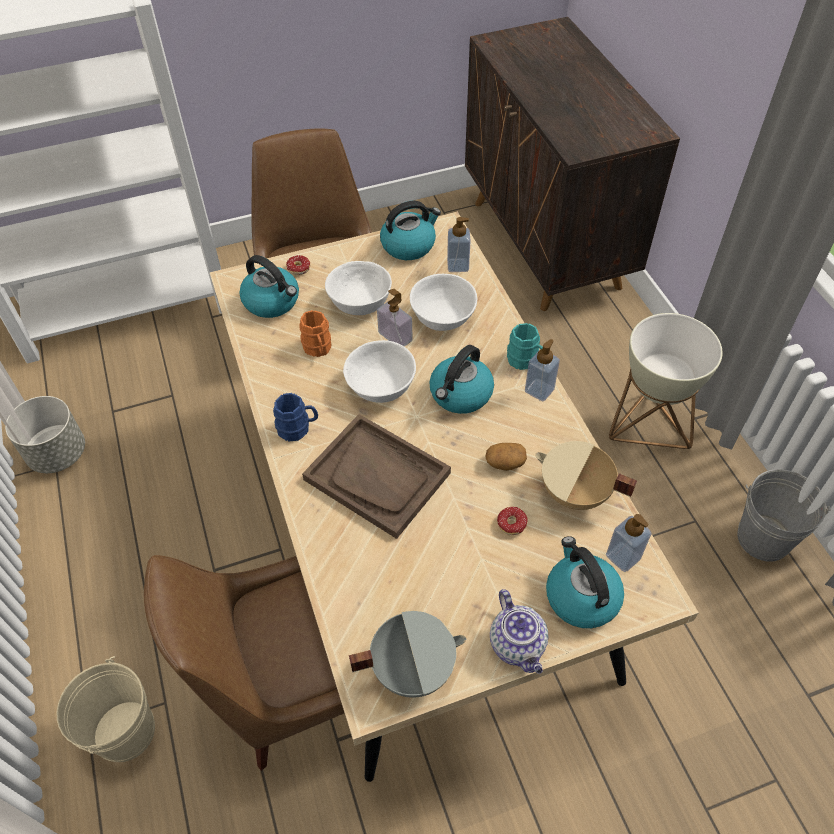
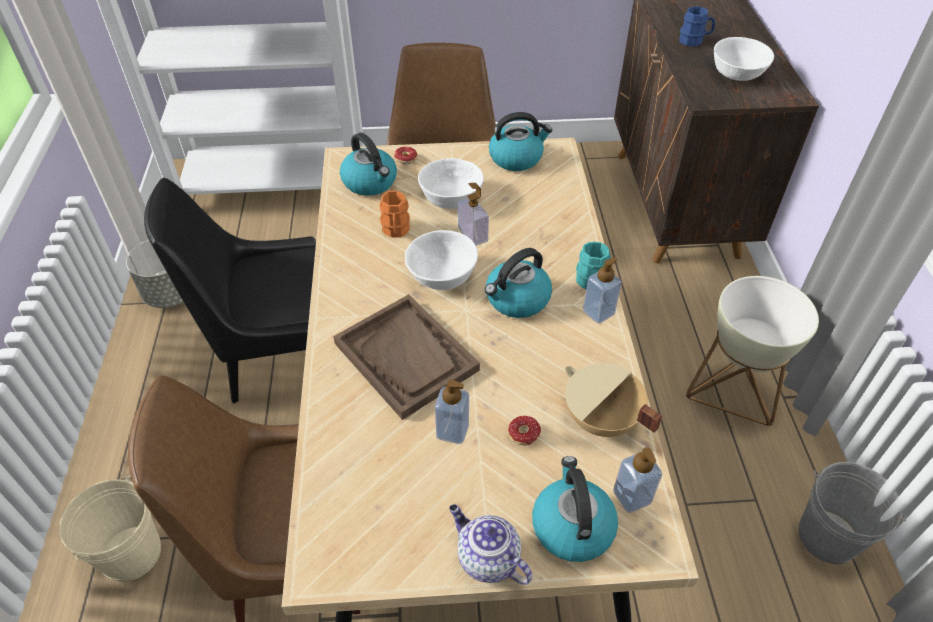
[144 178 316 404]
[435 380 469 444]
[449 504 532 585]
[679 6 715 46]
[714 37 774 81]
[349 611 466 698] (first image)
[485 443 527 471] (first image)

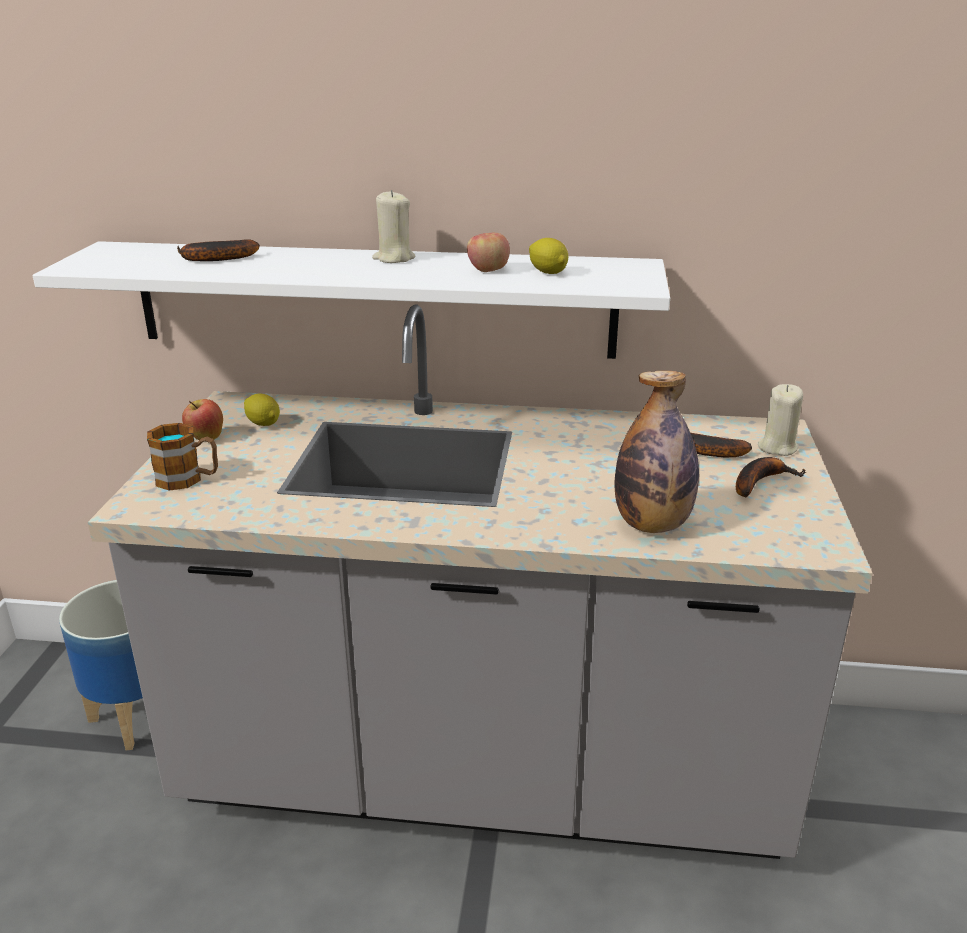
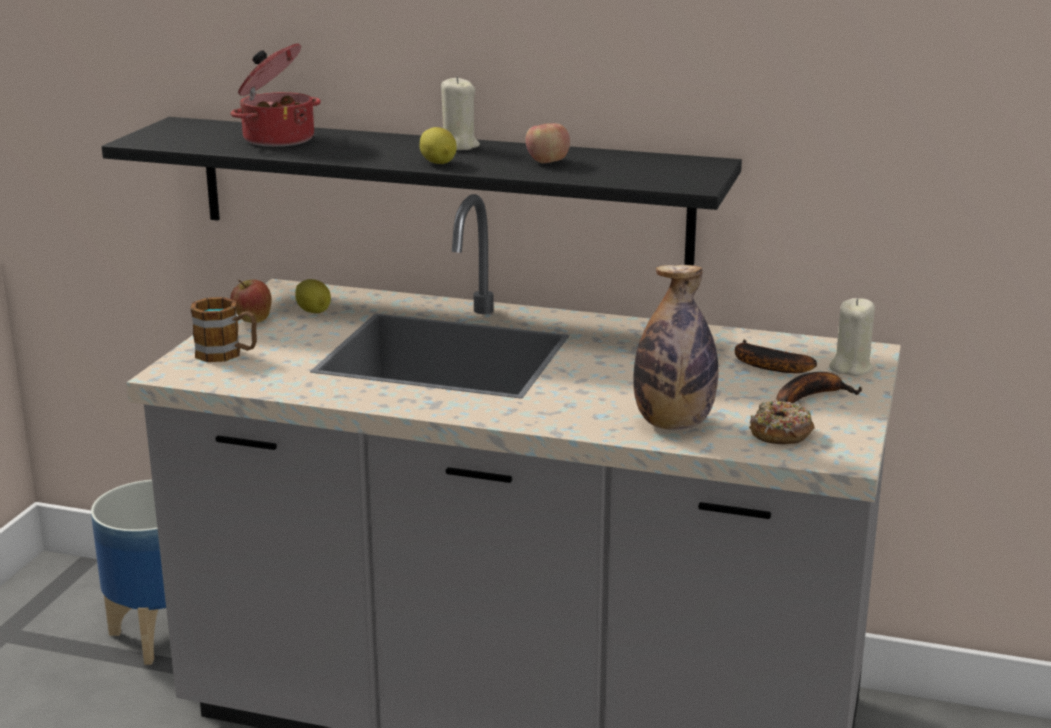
[102 117 742 266]
[231 44 321 147]
[420 127 457 164]
[749 400 815 444]

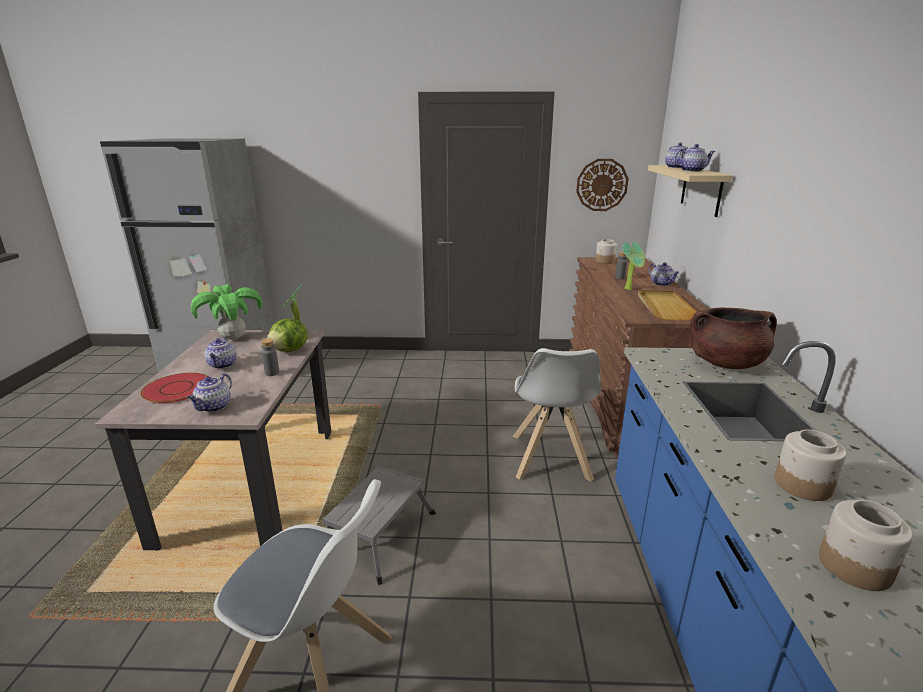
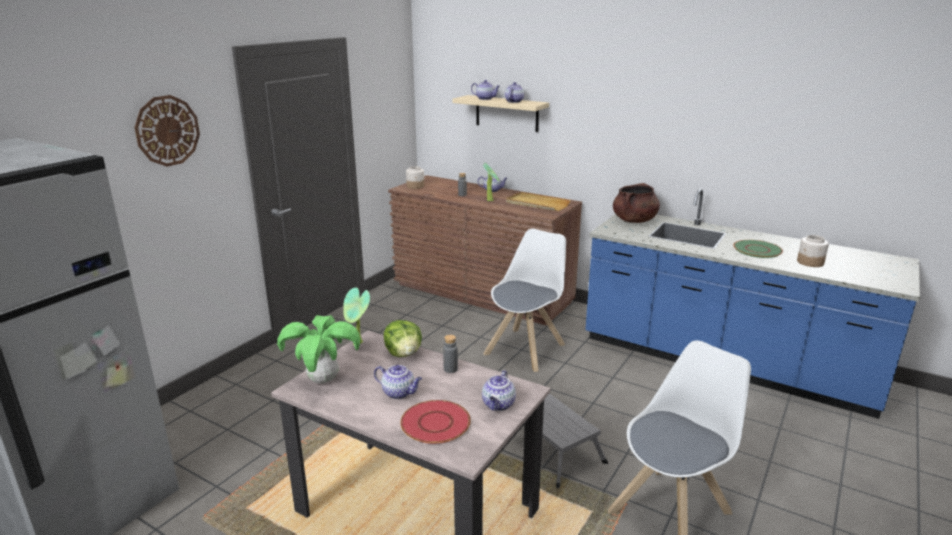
[134 95 200 167]
[482 370 516 411]
[483 229 566 372]
[733 240 783 258]

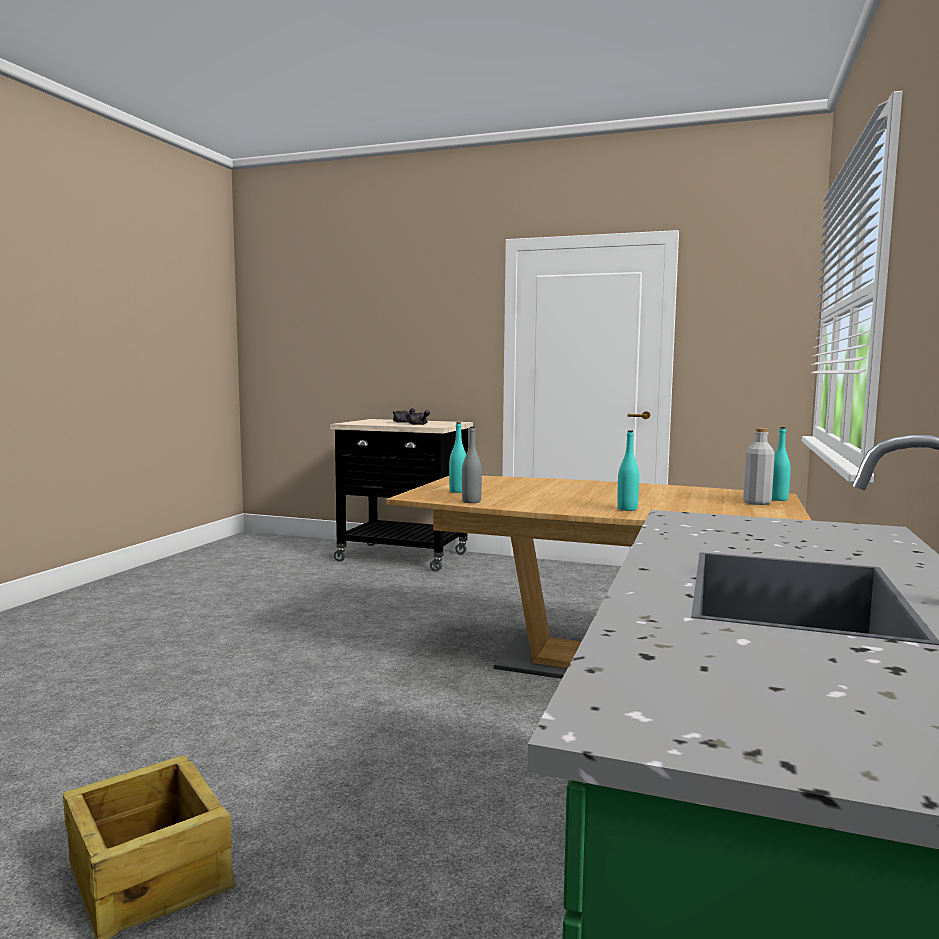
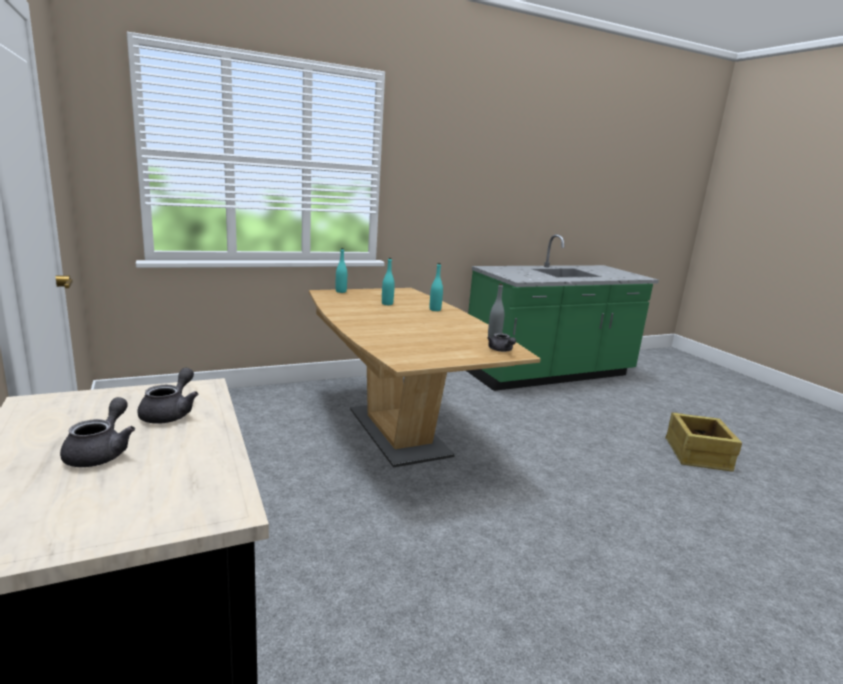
[382 258 395 305]
[487 333 516 352]
[743 428 775 505] (first image)

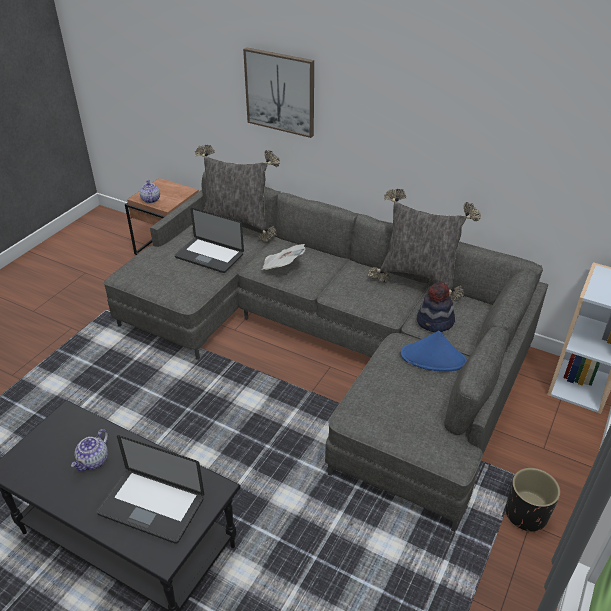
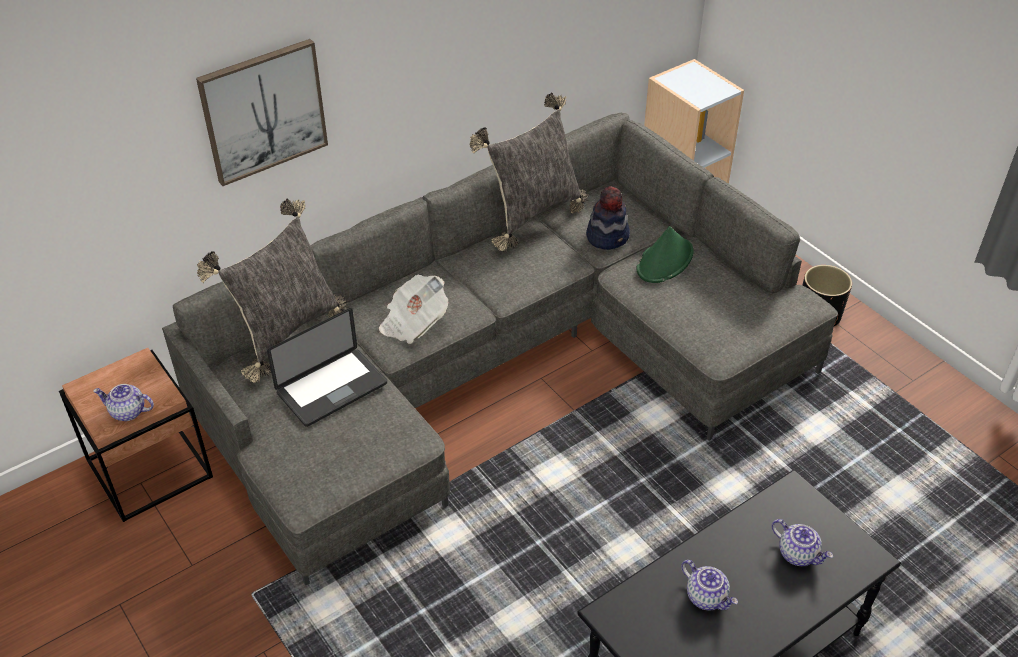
[637 226 694 283]
[772 519 833 566]

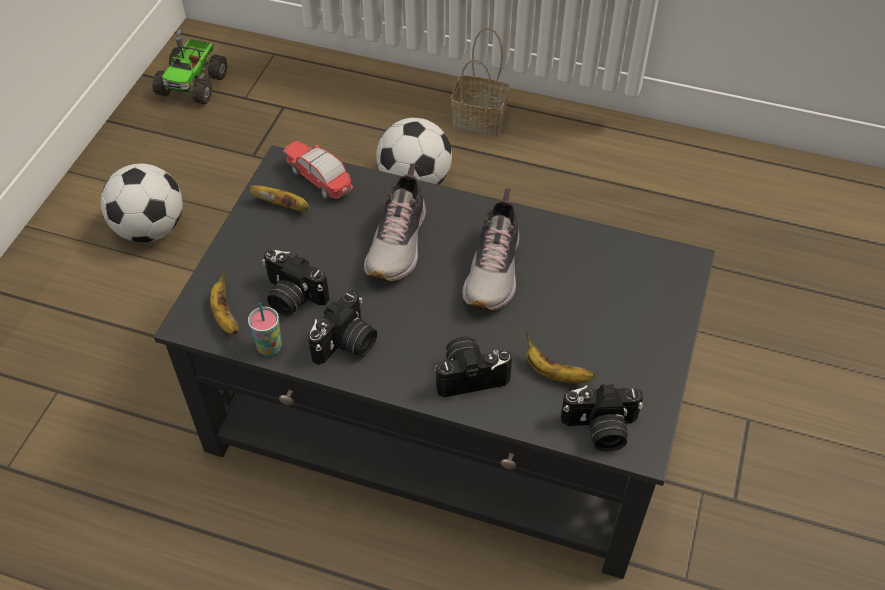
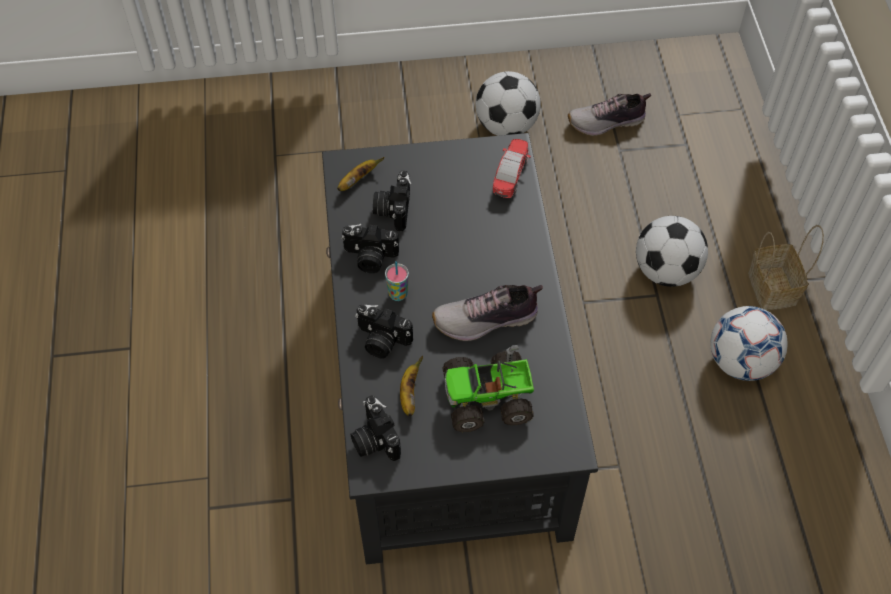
[355 304 413 359]
[385 261 409 301]
[443 345 534 432]
[568 93 651 136]
[710 306 787 381]
[249 185 309 211] (first image)

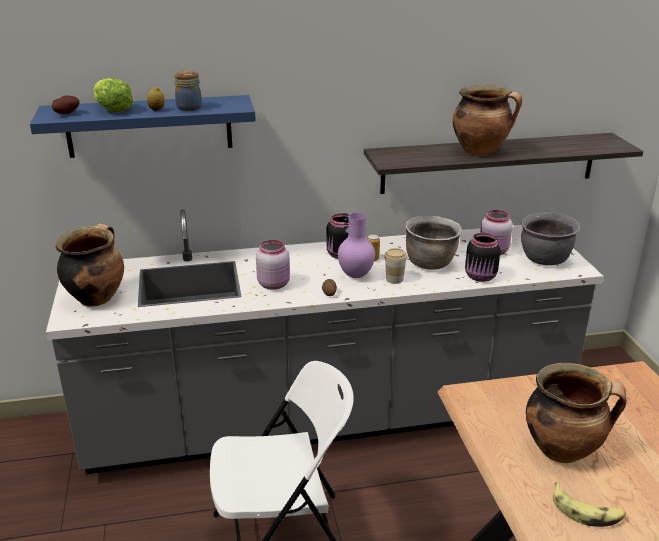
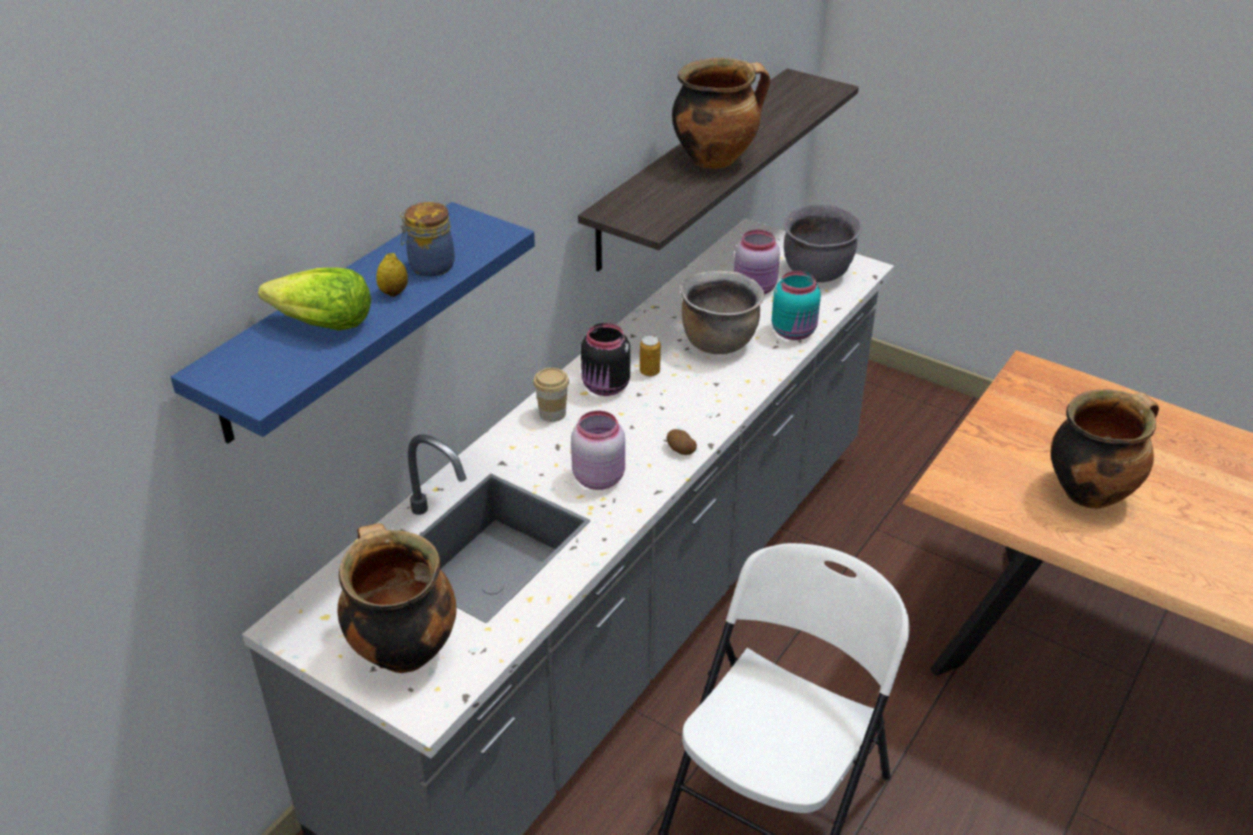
[533 368 569 422]
[772 271 821 340]
[52 96 80 114] (first image)
[338 213 375 278] (first image)
[553 482 626 527] (first image)

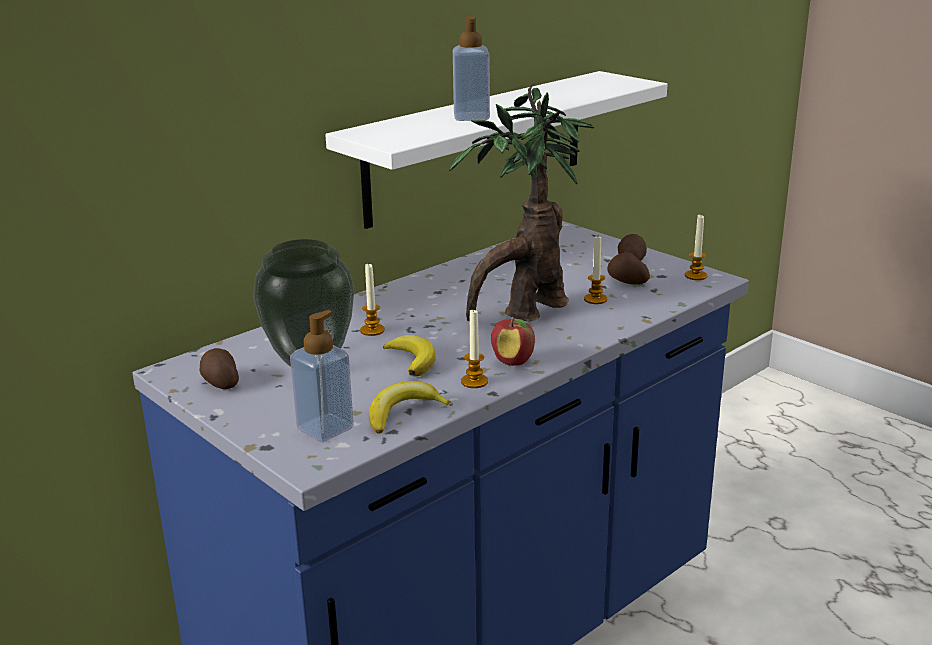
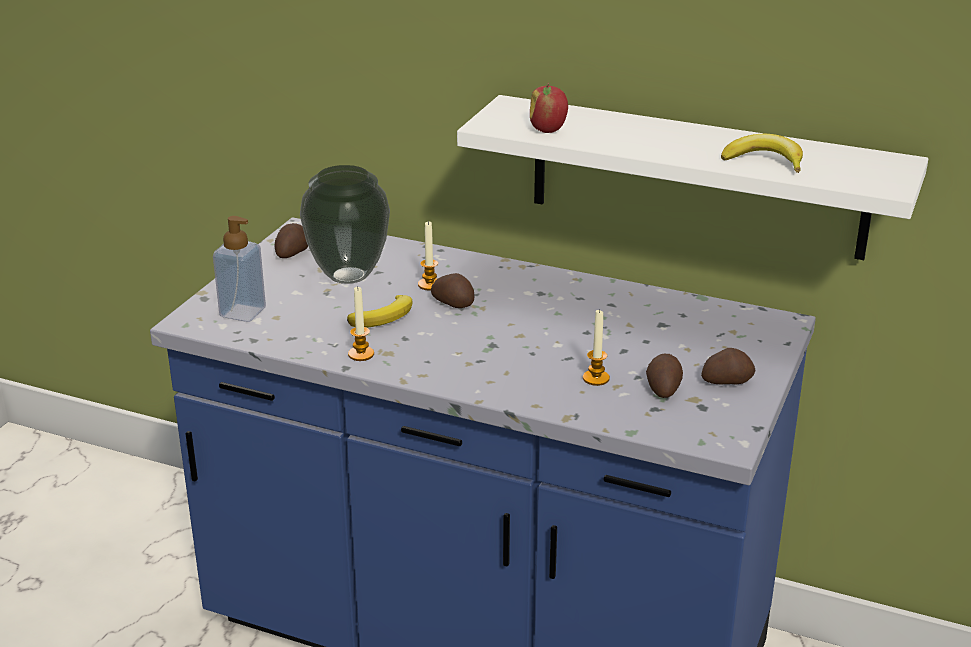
[431 273 474 308]
[530 83 568 133]
[721 134 803 173]
[449 83 594 321] (first image)
[453 16 490 121] (first image)
[685 215 707 280] (first image)

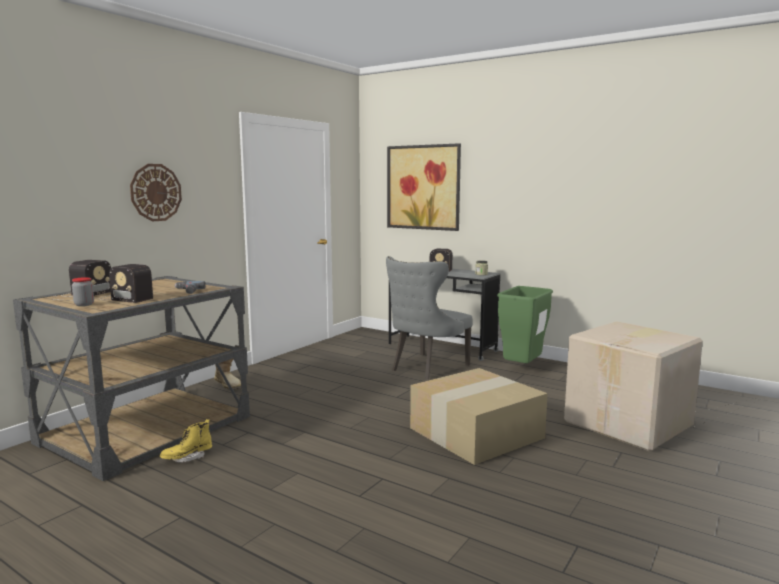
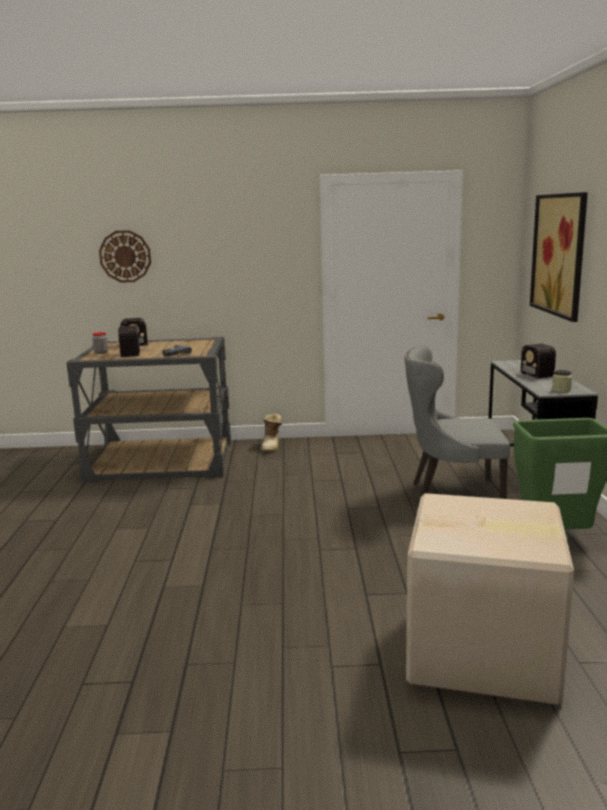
[99 230 151 283]
[160 419 212 463] (first image)
[410 368 548 465] (first image)

